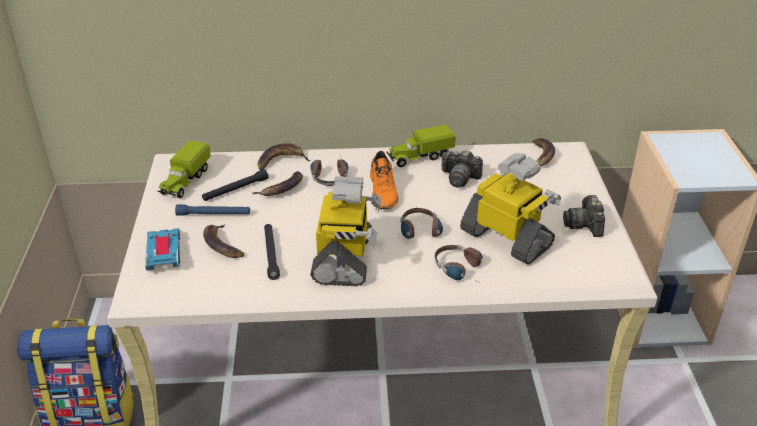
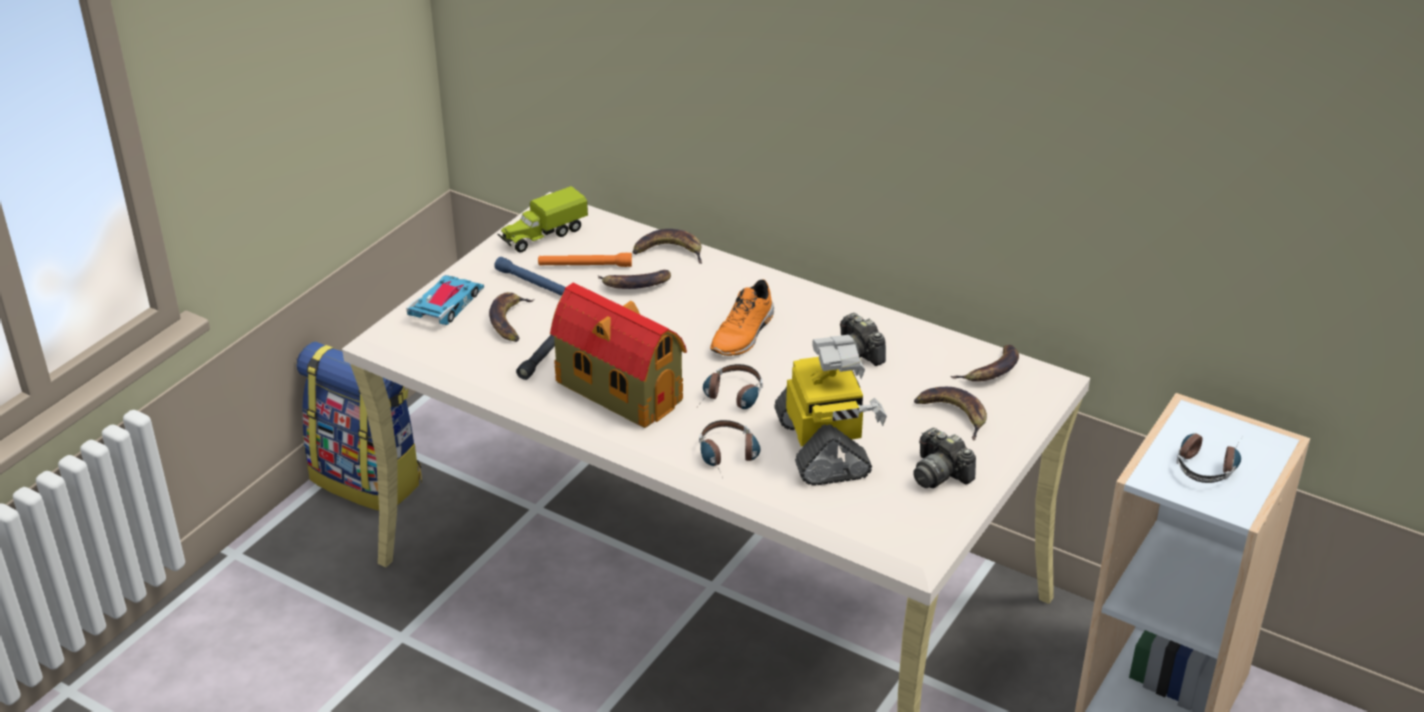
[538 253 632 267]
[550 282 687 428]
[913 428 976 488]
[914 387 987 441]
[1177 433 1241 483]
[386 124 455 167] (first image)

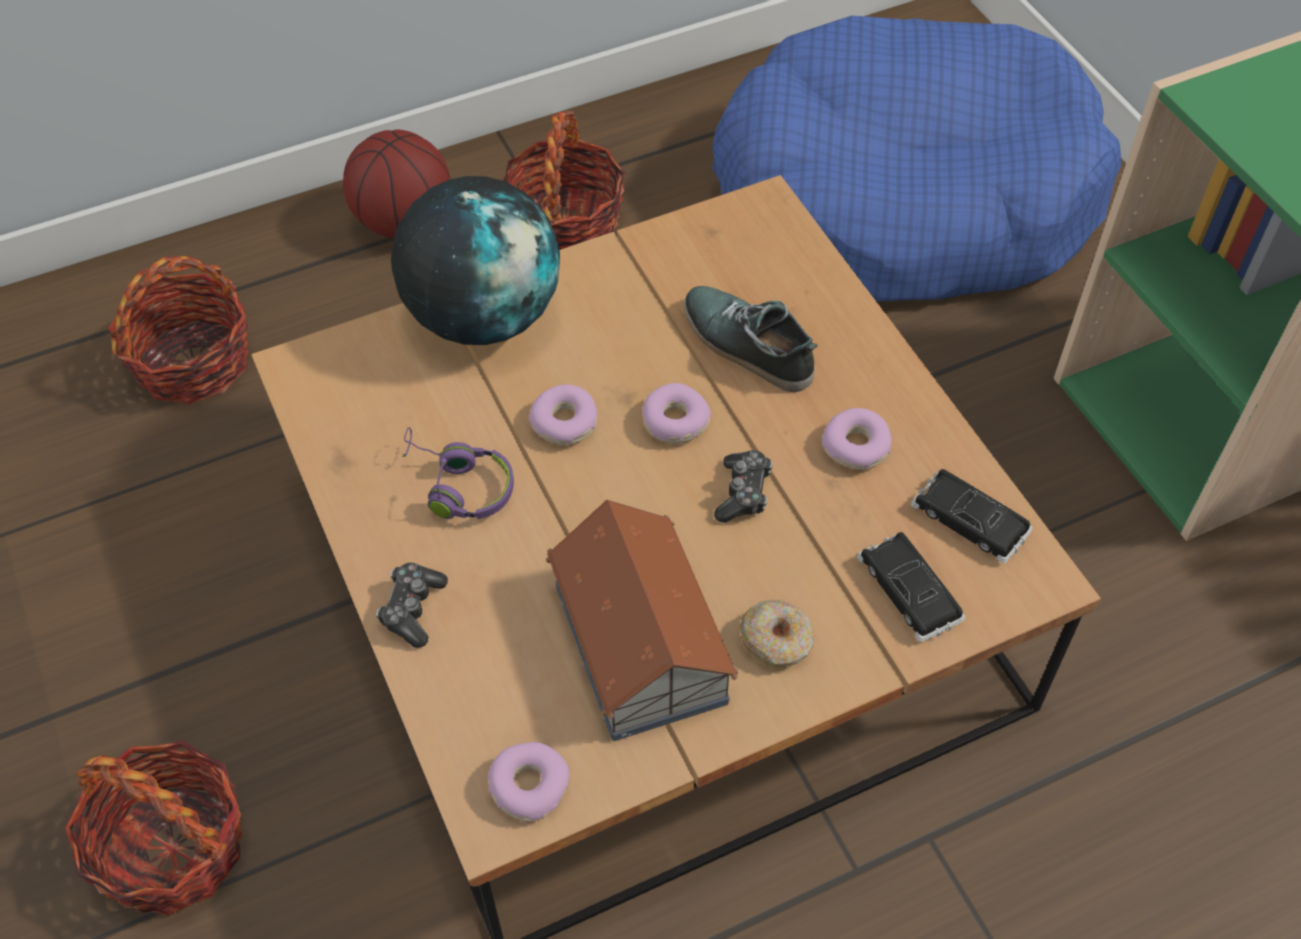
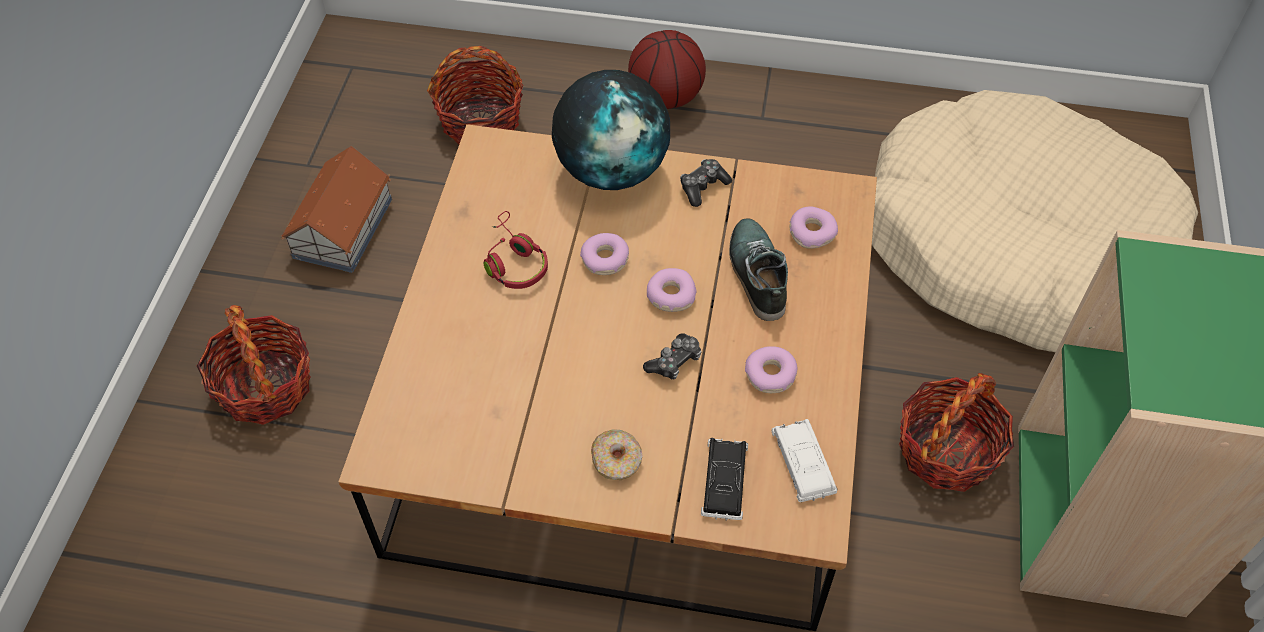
[281 146 392 273]
[484 211 548 289]
[680 159 732 207]
[771 419 838 502]
[790 207 838 249]
[872 90 1198 352]
[899 373 1014 492]

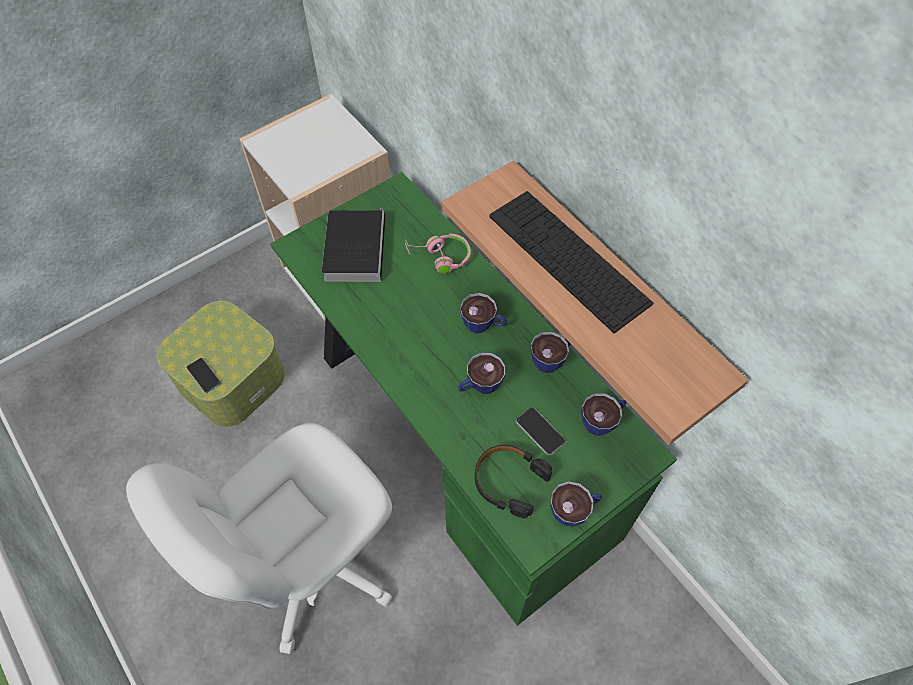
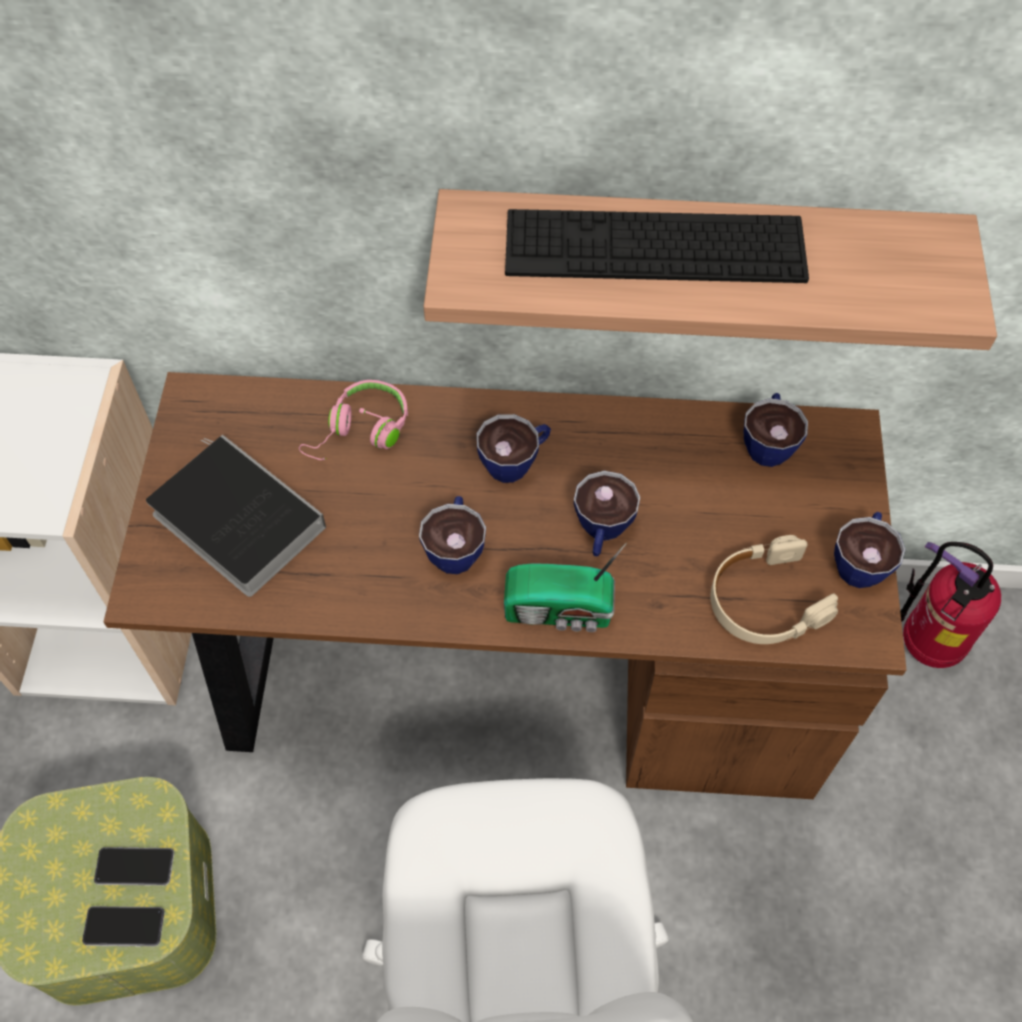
[94 847 174 886]
[103 372 906 799]
[419 496 486 574]
[504 542 627 632]
[711 535 838 644]
[900 542 1001 668]

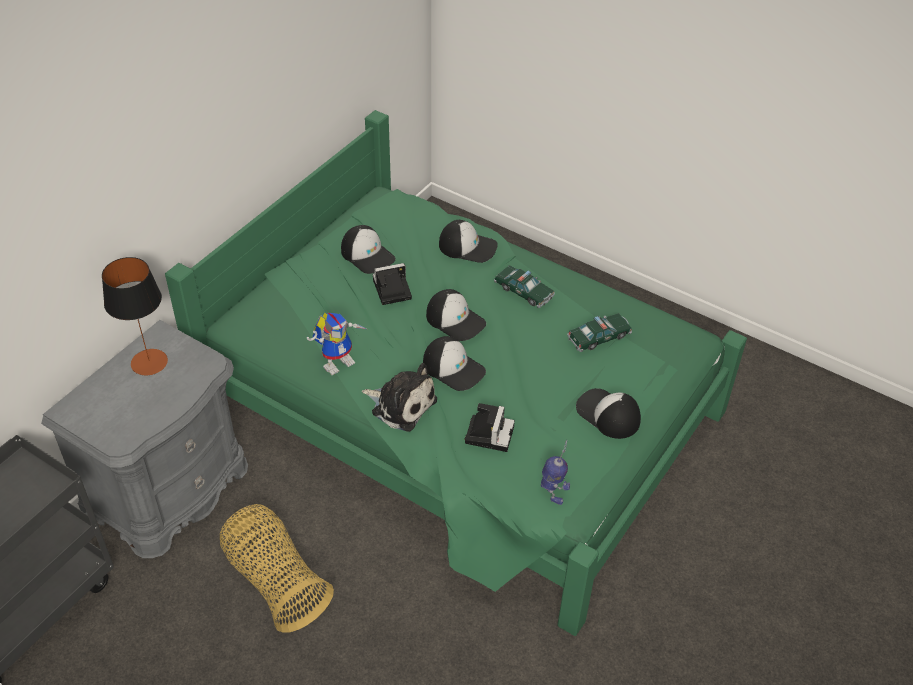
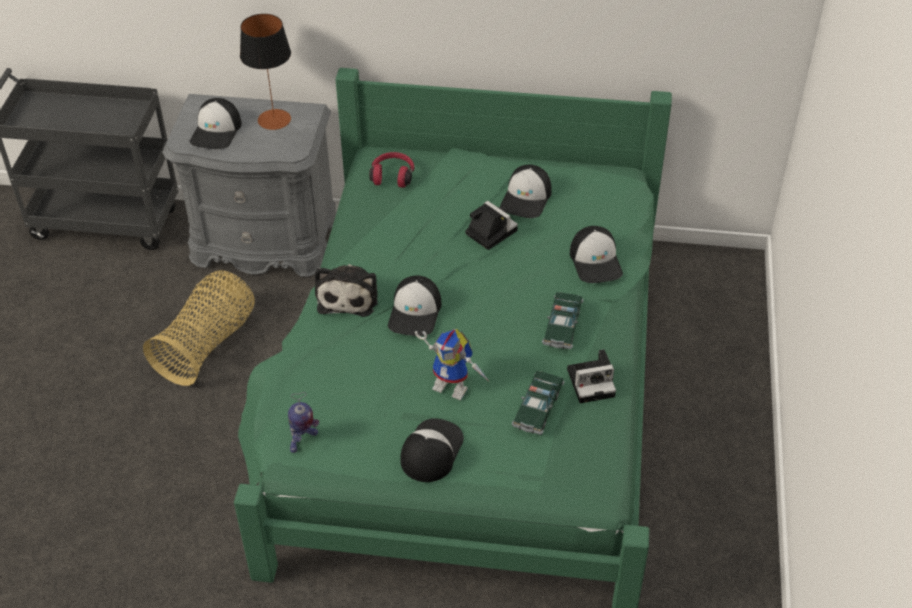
[190 98 242 149]
[369 152 414 188]
[415 329 489 400]
[512 371 565 435]
[567 349 616 403]

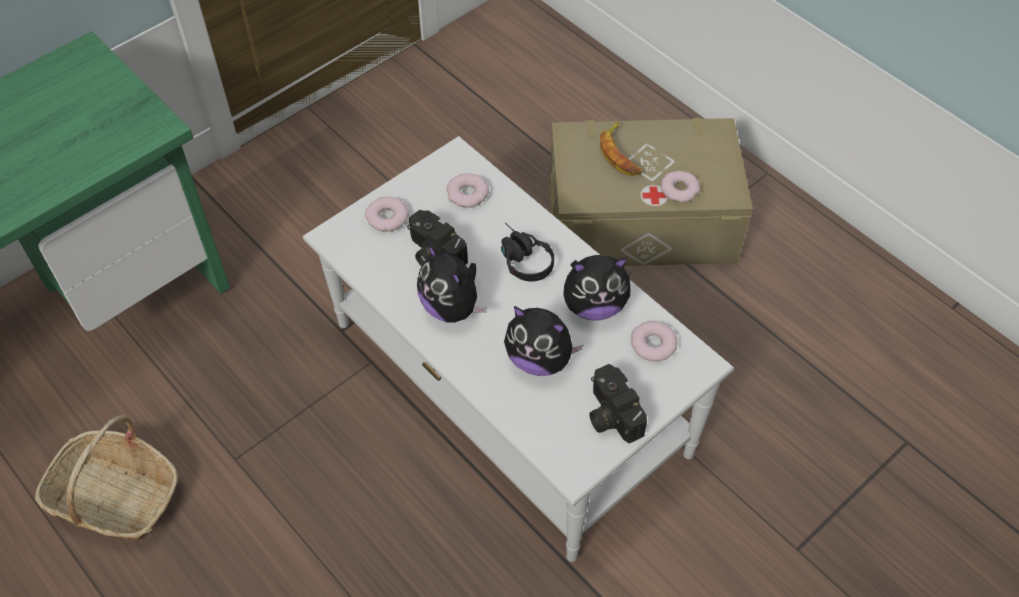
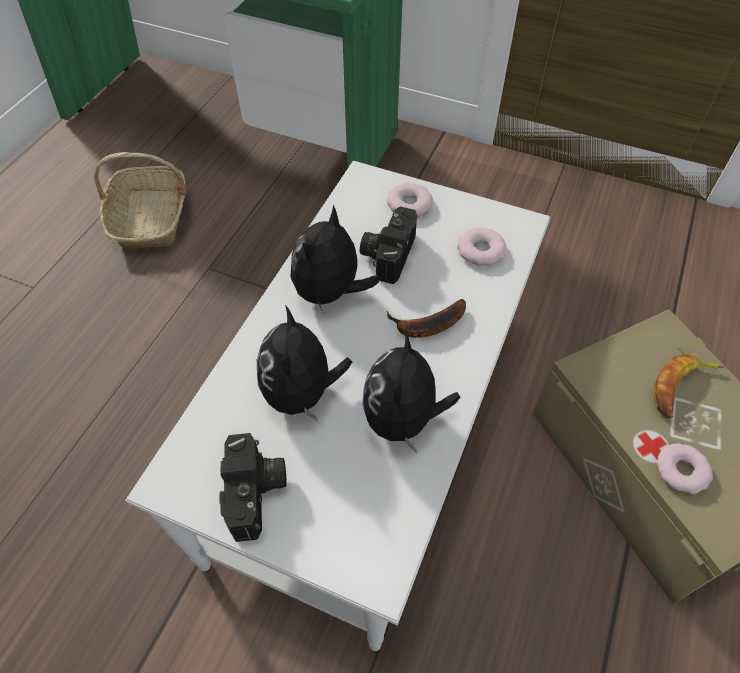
[219 433 287 542]
[362 330 461 454]
[386 299 466 338]
[631 321 677 361] (first image)

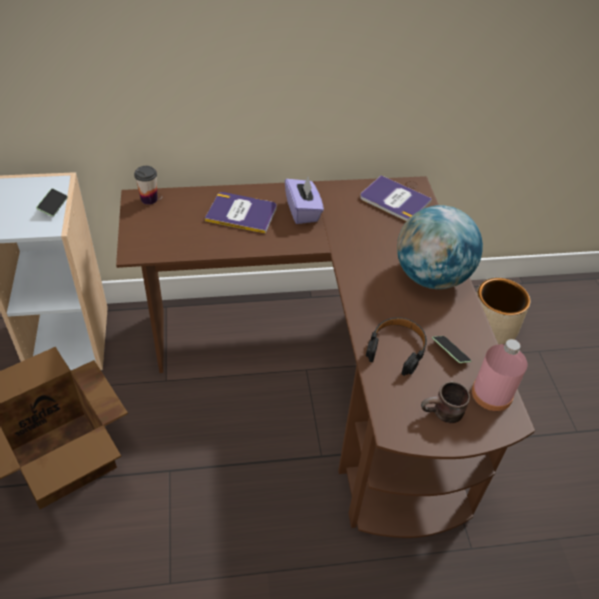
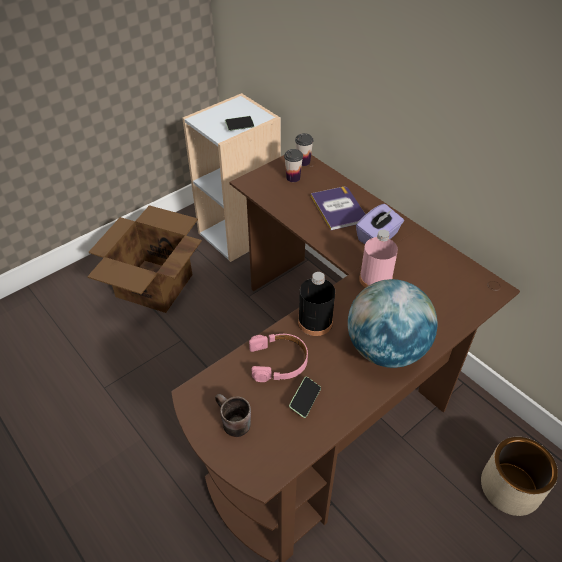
[249 334 308 382]
[284 149 303 182]
[298 272 335 336]
[359 230 398 288]
[360 175 432 221] (first image)

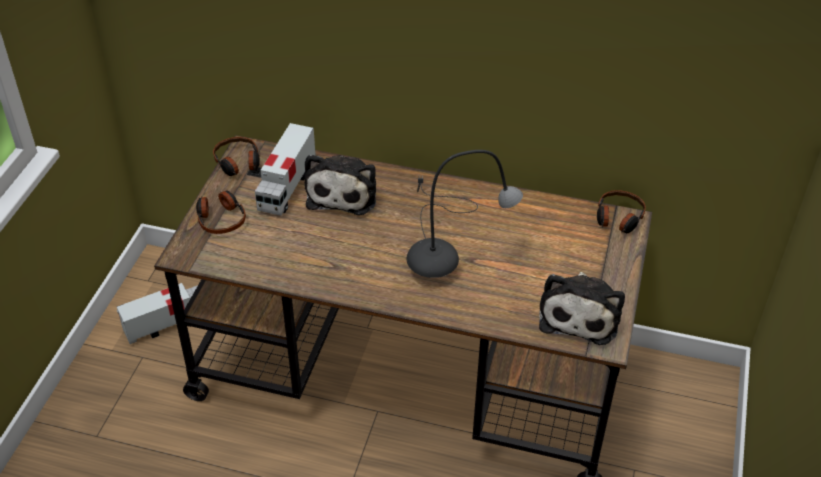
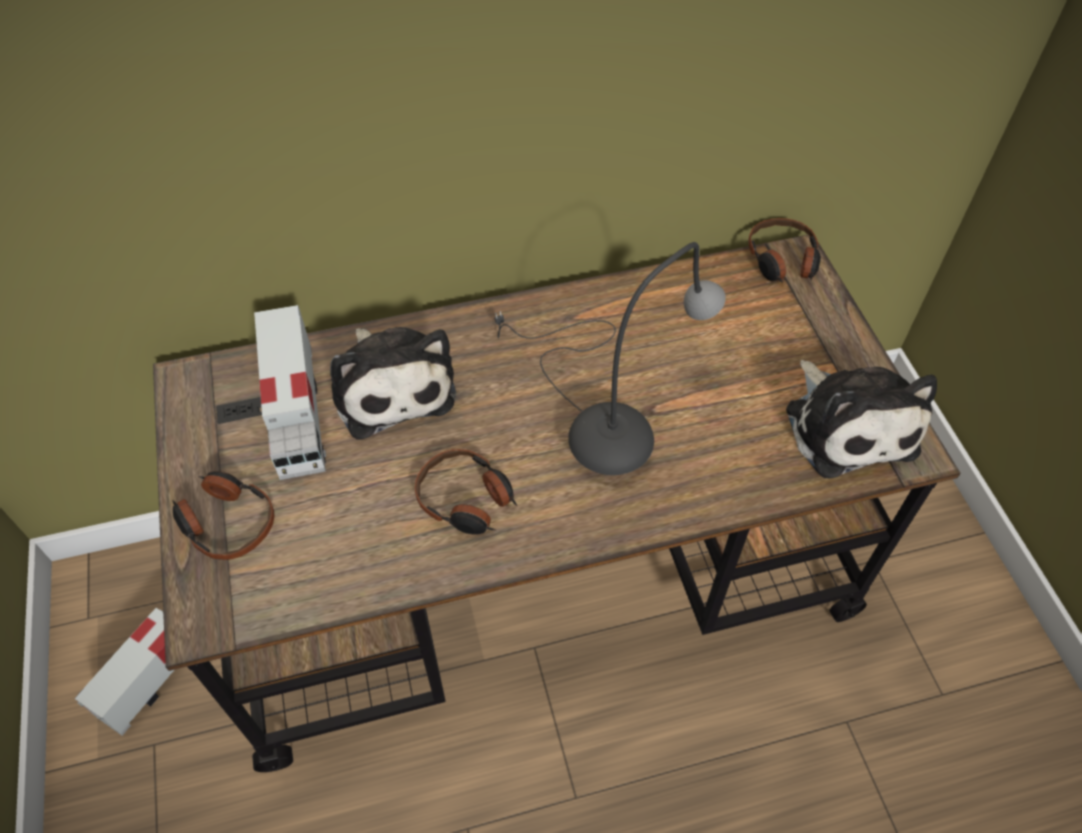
[415 449 518 535]

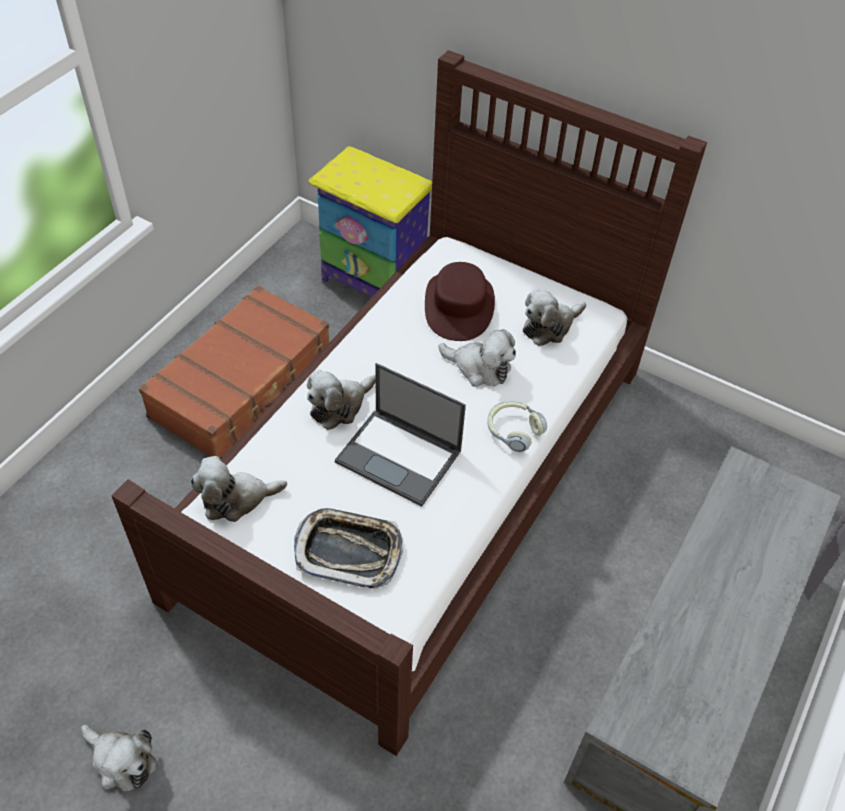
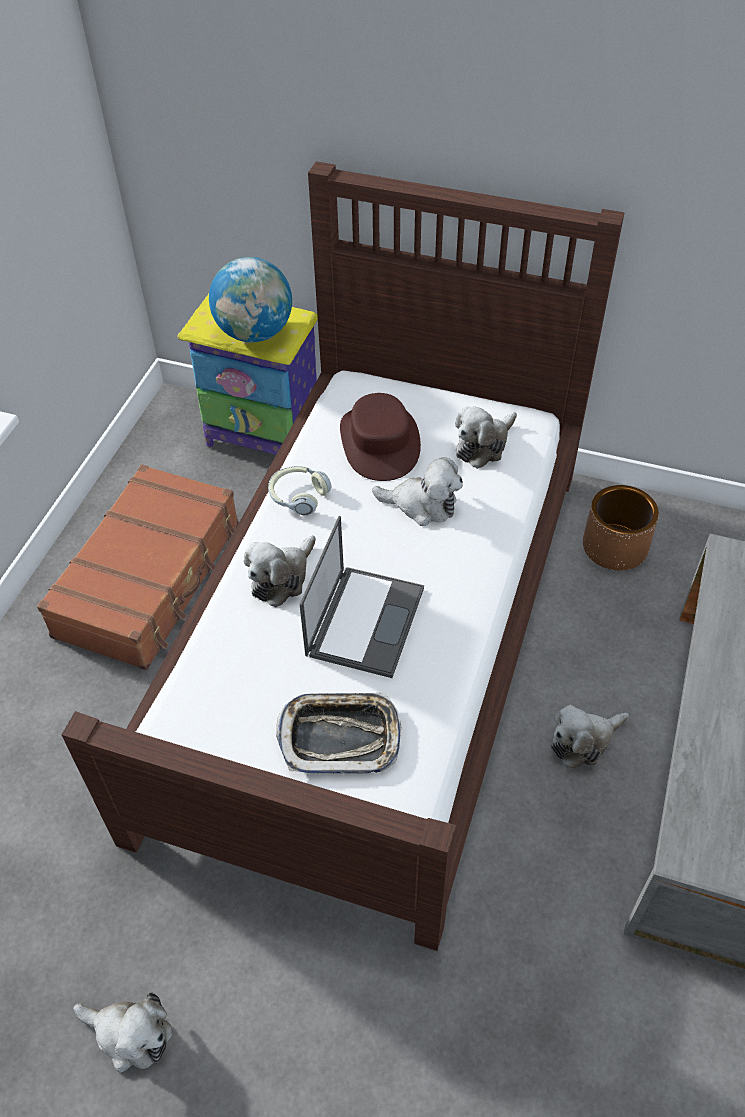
[209 257 292 342]
[268 466 331 515]
[299 516 424 678]
[551 704 629 769]
[583 485 659 571]

